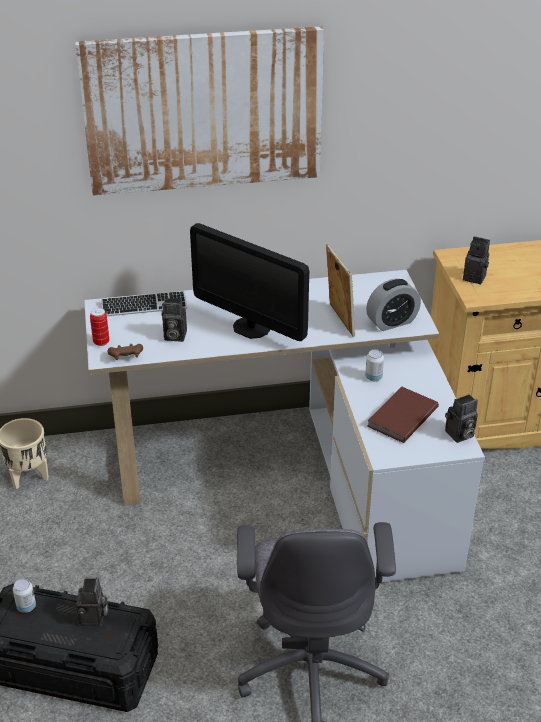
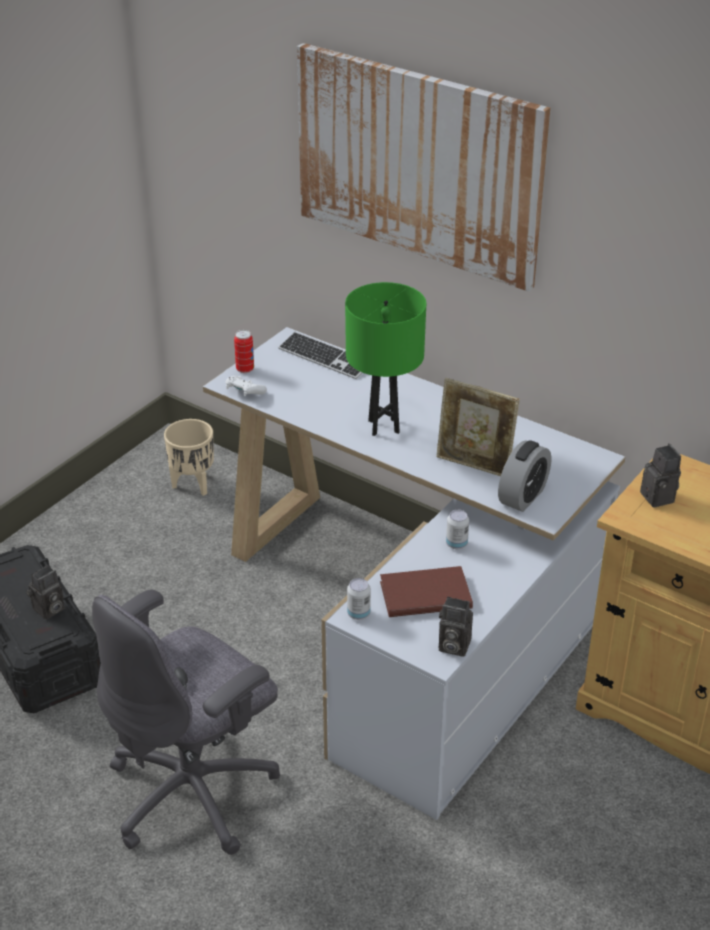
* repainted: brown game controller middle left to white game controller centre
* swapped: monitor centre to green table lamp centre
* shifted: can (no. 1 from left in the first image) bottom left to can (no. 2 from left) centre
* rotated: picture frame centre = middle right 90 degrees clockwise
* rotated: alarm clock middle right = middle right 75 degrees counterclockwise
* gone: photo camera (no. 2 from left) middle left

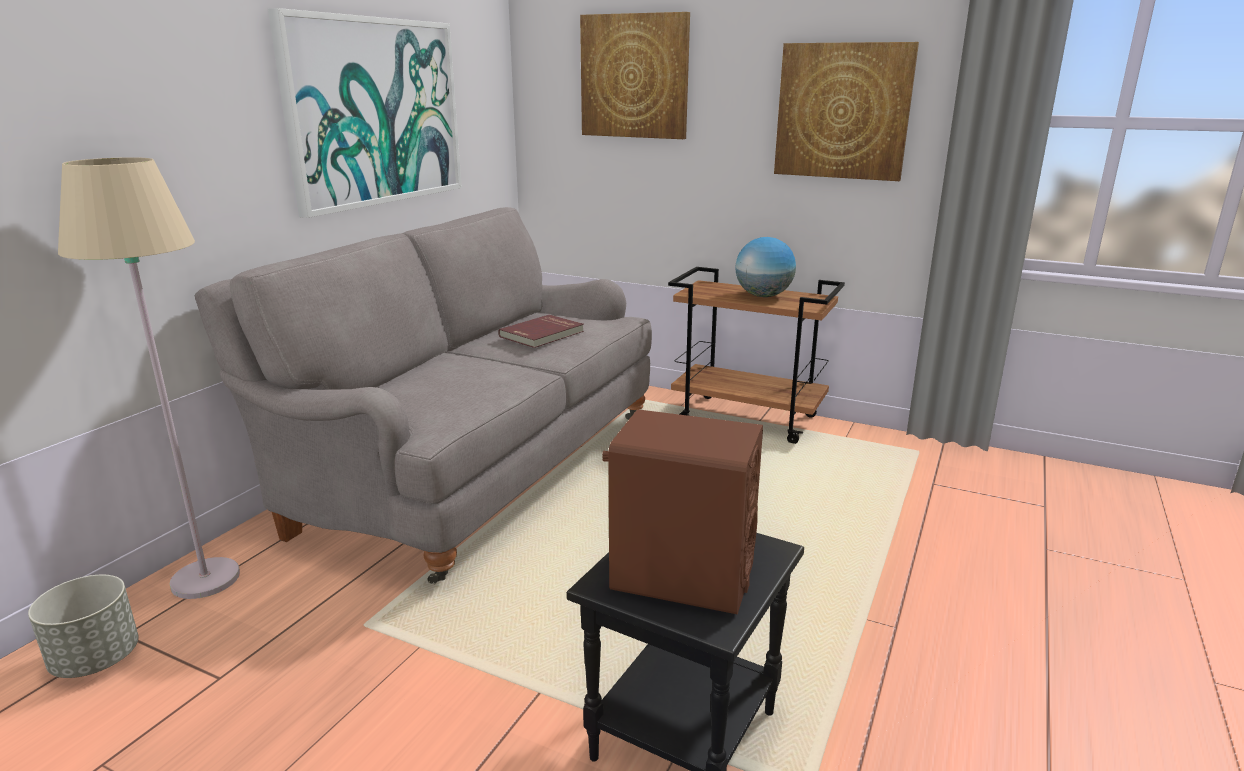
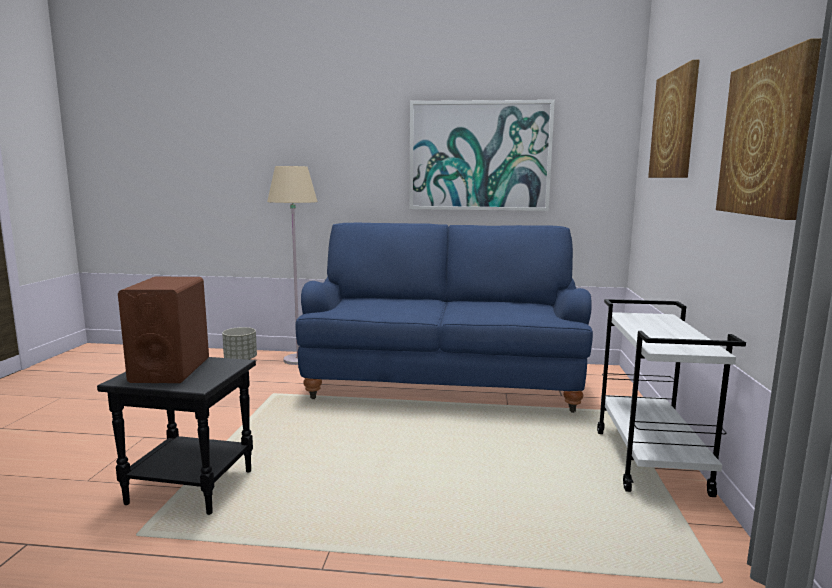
* repainted: grey sofa centre to blue sofa centre
* repainted: brown cart centre to white cart bottom right
* gone: red book centre
* gone: globe centre

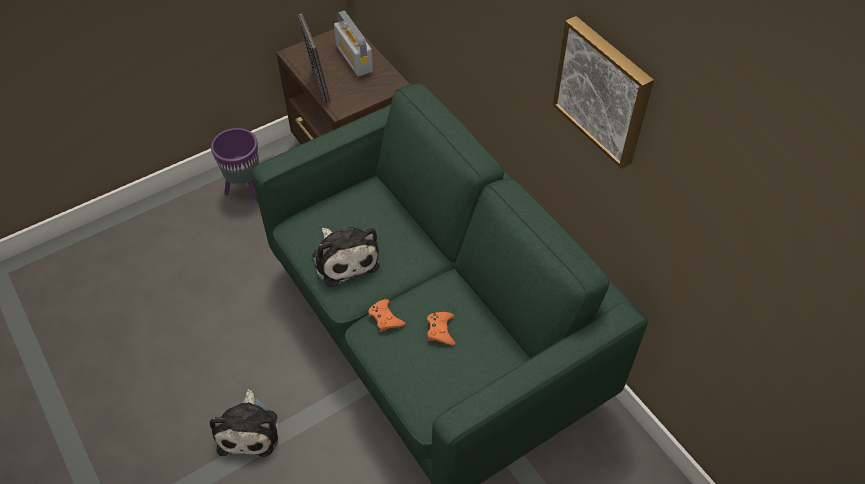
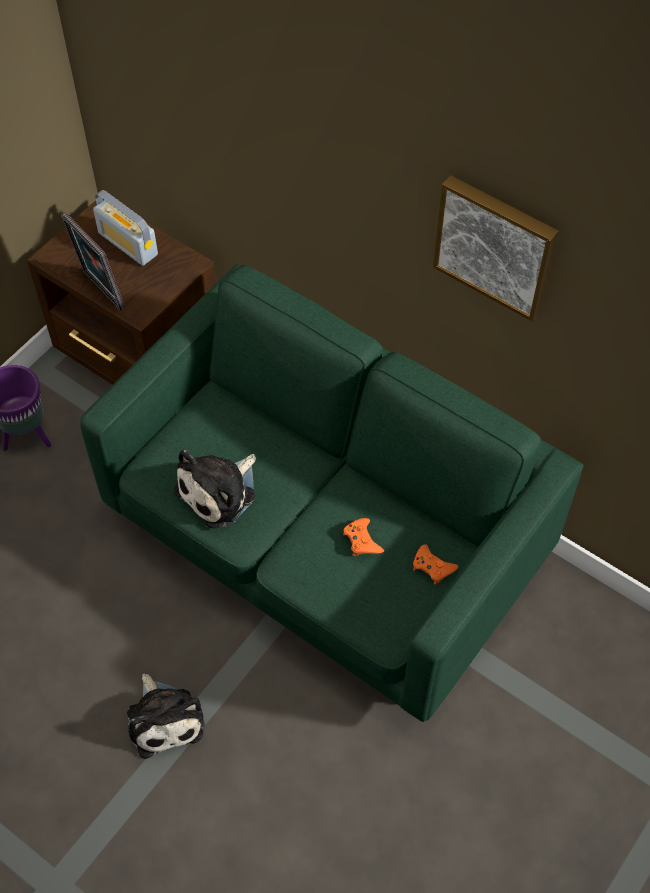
* rotated: plush toy (no. 2 from left) centre = middle left 90 degrees clockwise
* shifted: orange game controller (no. 1 from left in the first image) centre to orange game controller (no. 2 from left) middle right

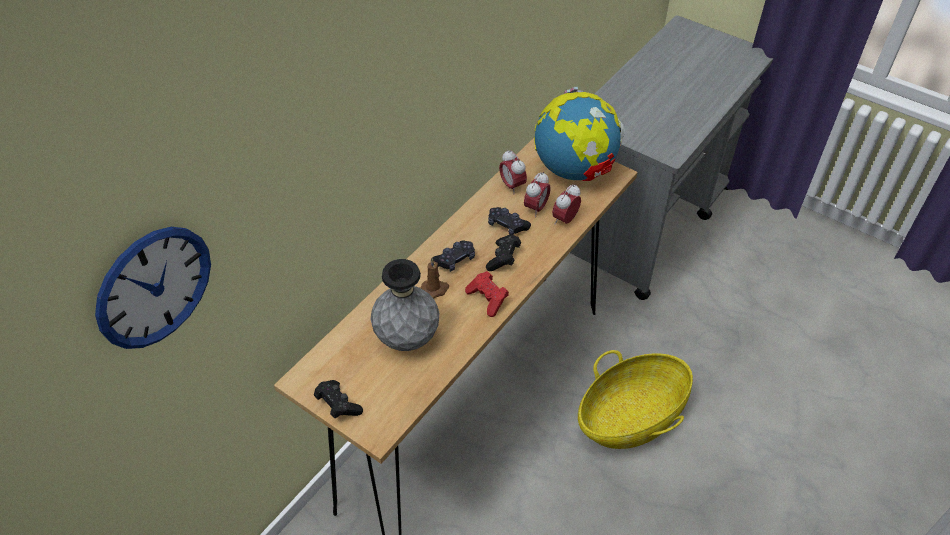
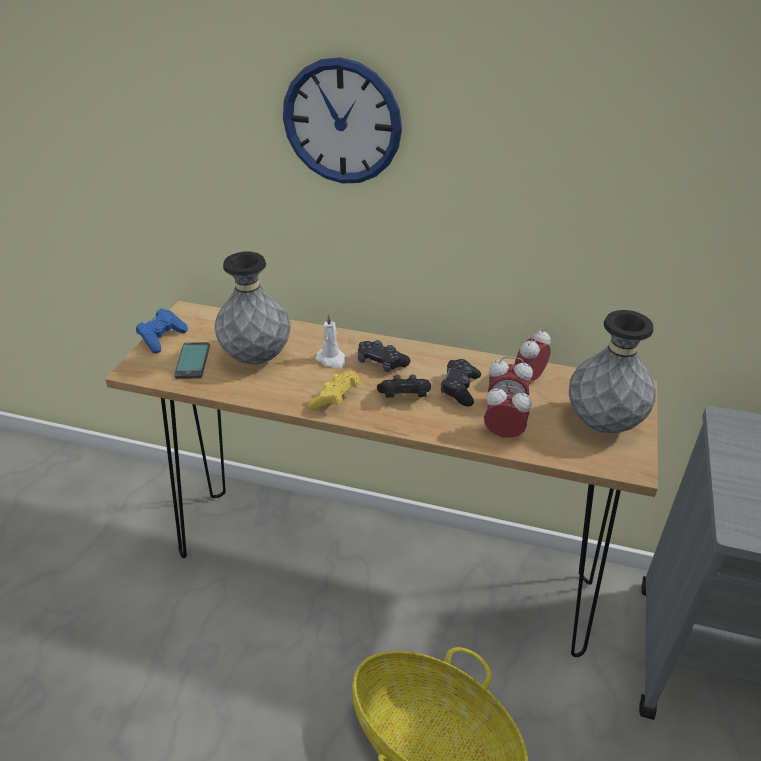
* repainted: black game controller (no. 1 from left) bottom centre to blue game controller middle left
* new: phone middle left
* shifted: wall clock middle left to top centre
* repainted: red game controller centre to yellow game controller centre
* repainted: brown candle centre to white candle centre
* swapped: globe top centre to grey vase (no. 2 from left) middle right

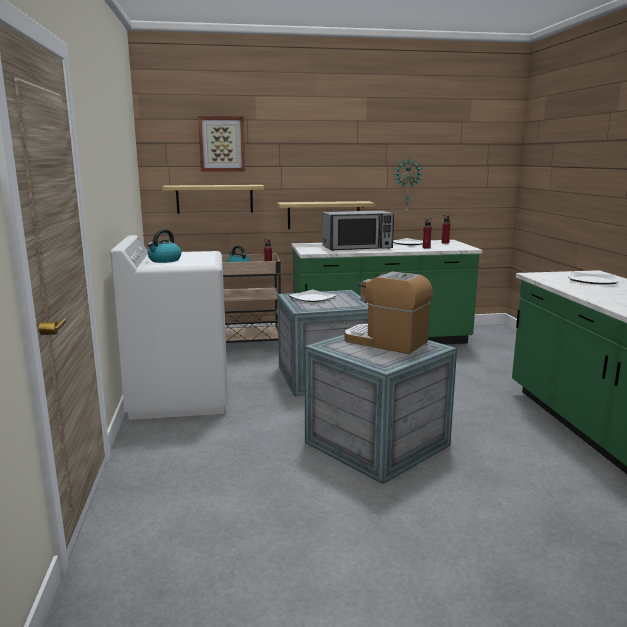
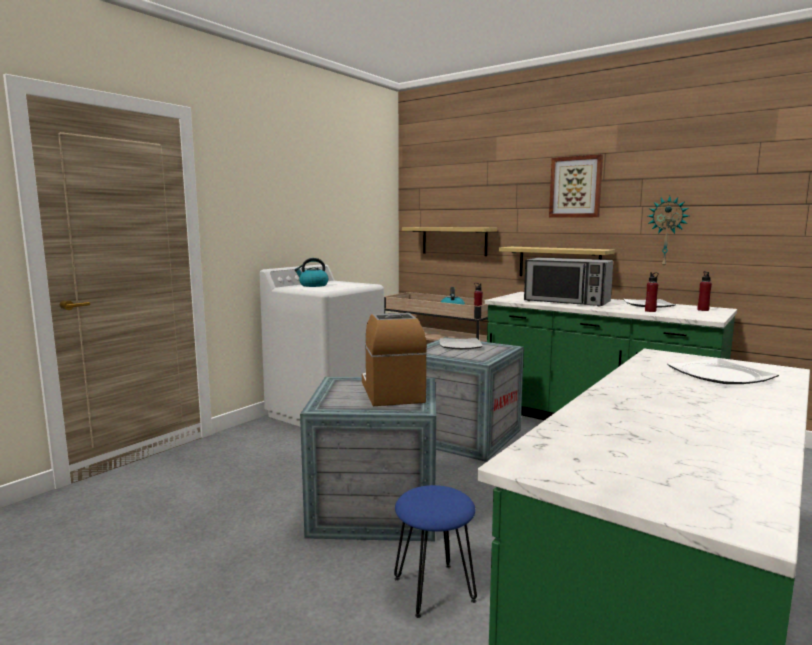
* new: blue stool bottom centre
* shifted: picture top centre to top right

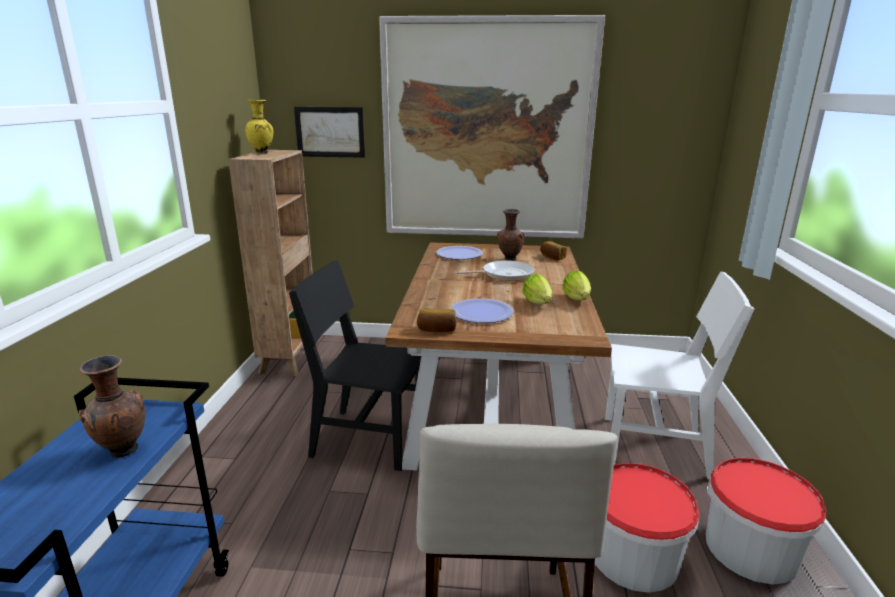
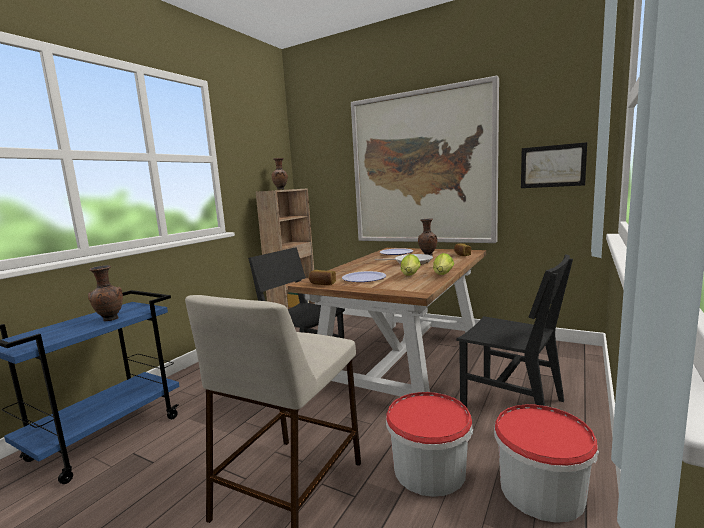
* repainted: yellow vase top left to brown vase (no. 2 from left) top centre
* repainted: white chair middle right to black chair (no. 2 from left) middle right
* shifted: picture (no. 1 from left in the first image) top centre to picture (no. 2 from left) top right

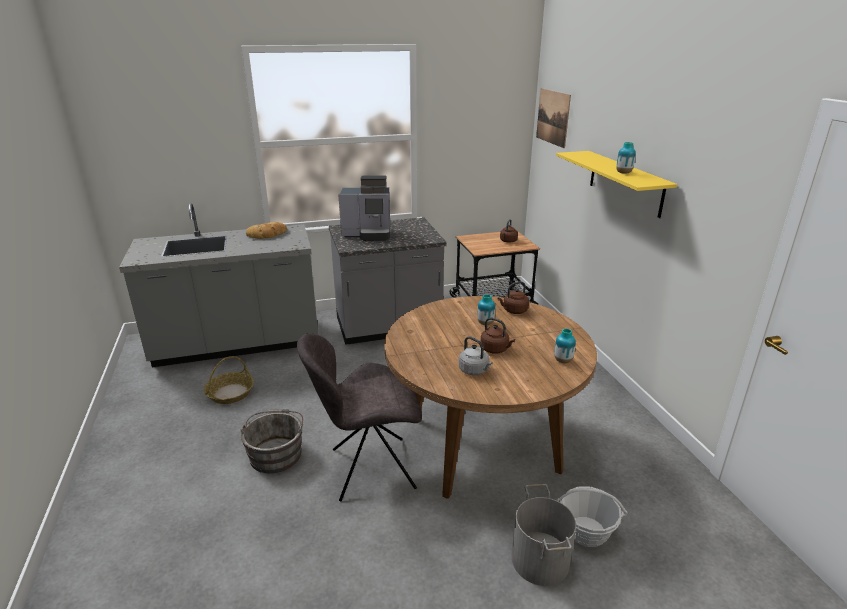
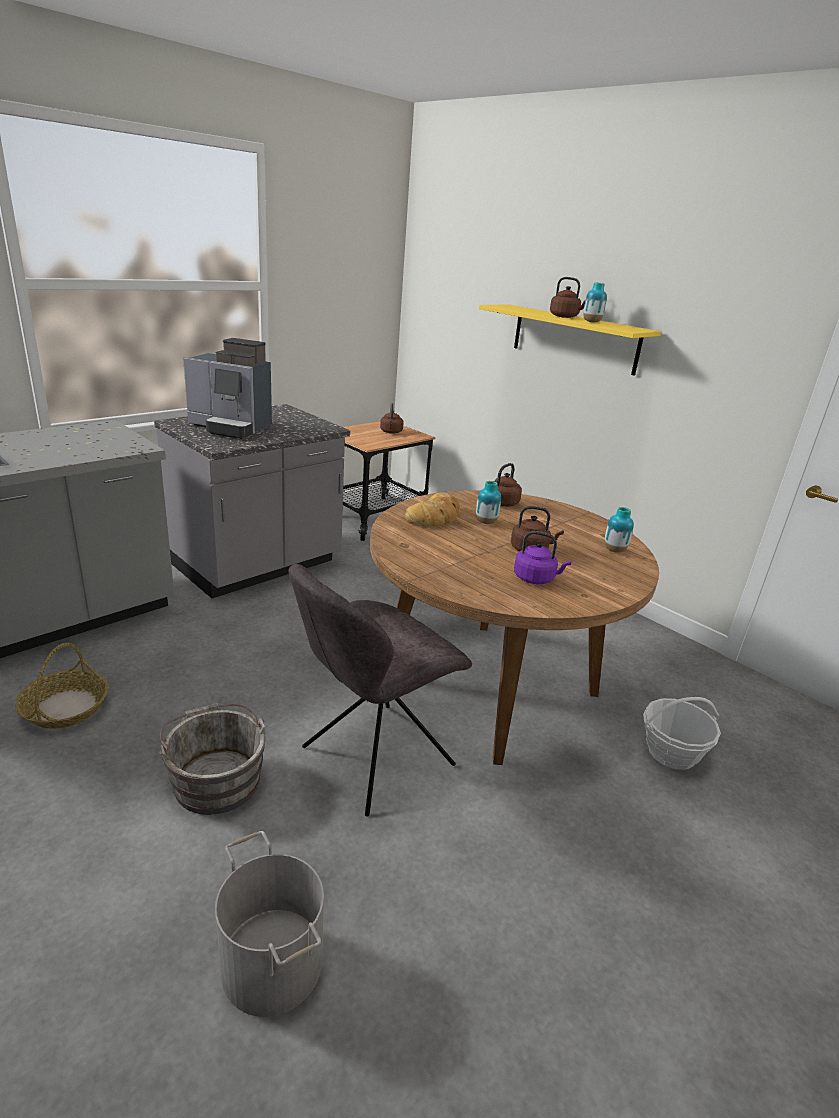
* rotated: coffee machine centre = middle left 45 degrees clockwise
* shifted: grey bucket (no. 2 from left) bottom centre to bottom left
* shifted: bread middle left to centre
* repainted: grey kettle centre to purple kettle centre
* new: brown kettle (no. 4 from left) top right
* gone: picture top centre

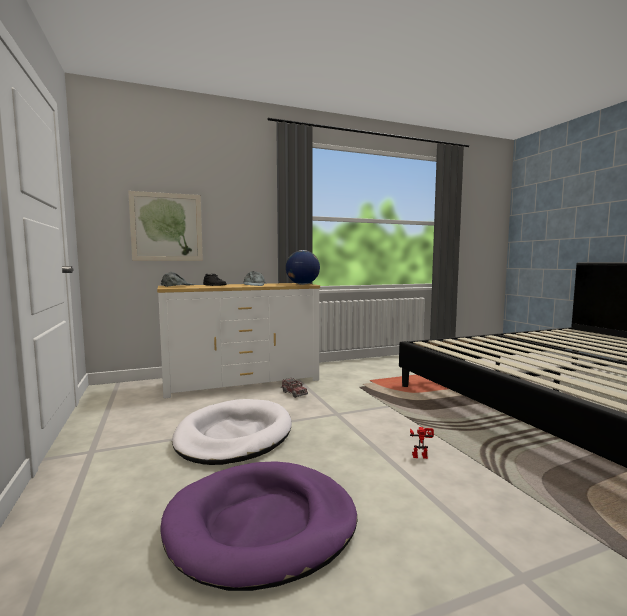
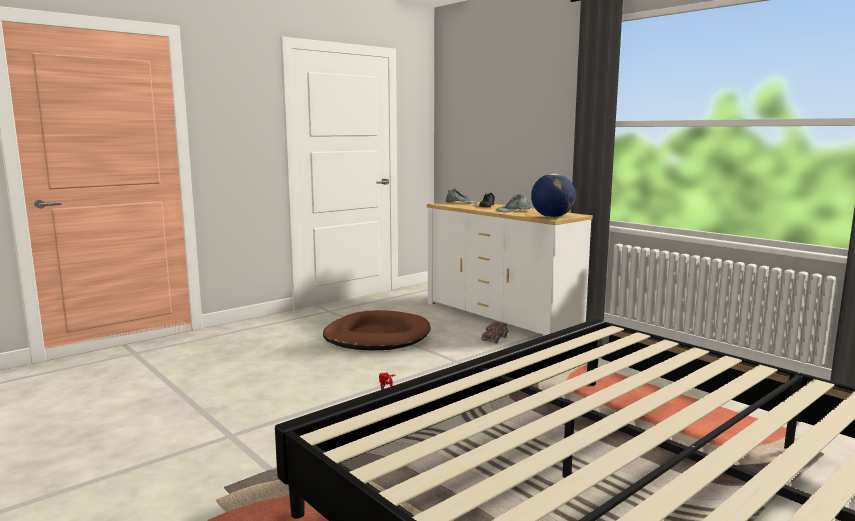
* repainted: white dog bed bottom centre to brown dog bed centre
* gone: picture middle left
* gone: purple dog bed bottom centre

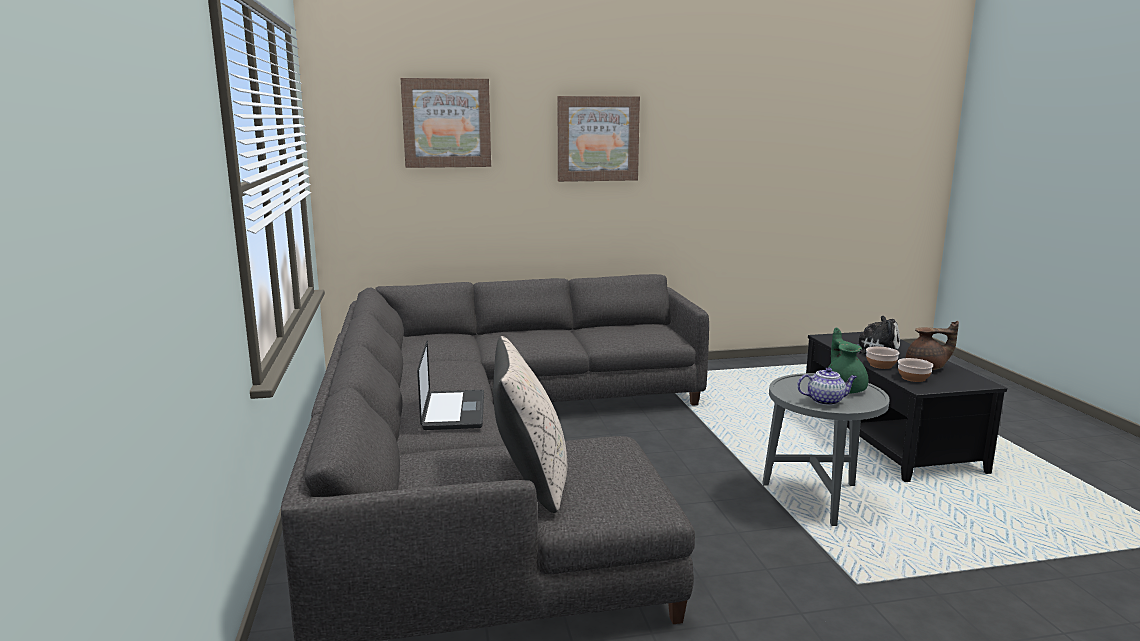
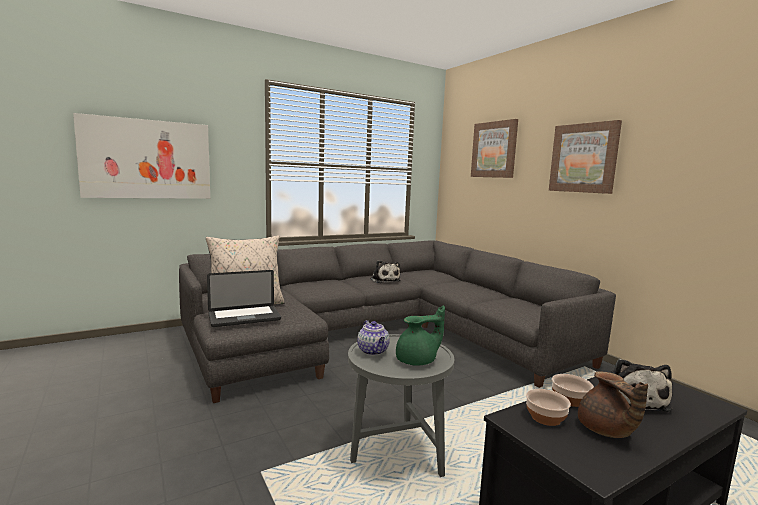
* new: picture (no. 1 from left) top left
* shifted: laptop centre to middle left
* new: plush toy (no. 1 from left) centre

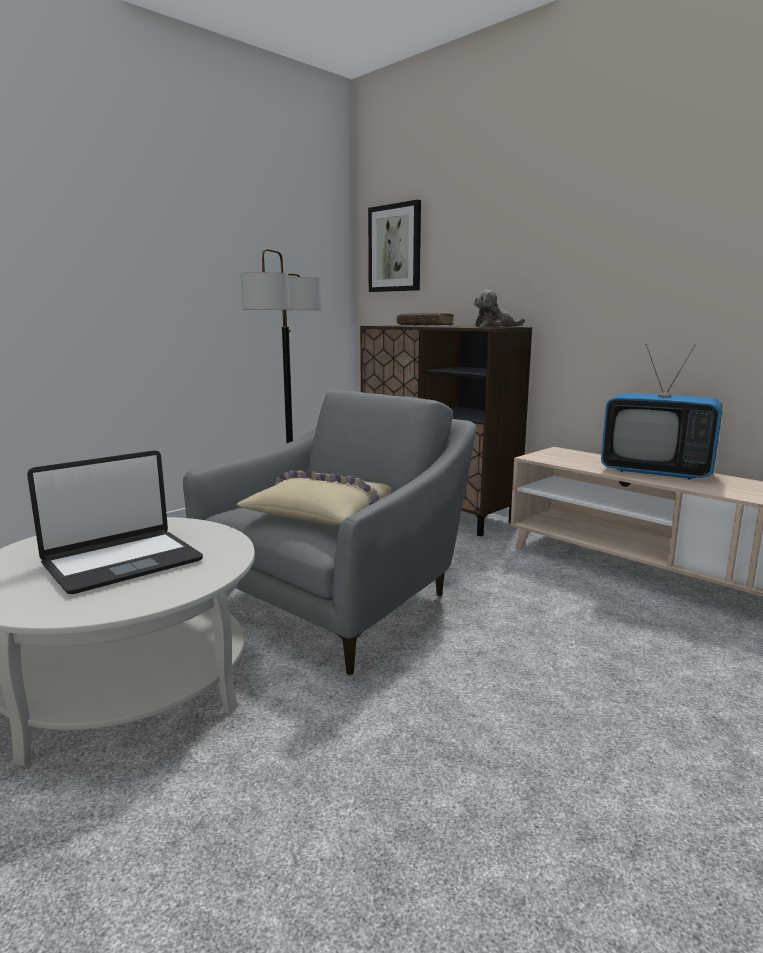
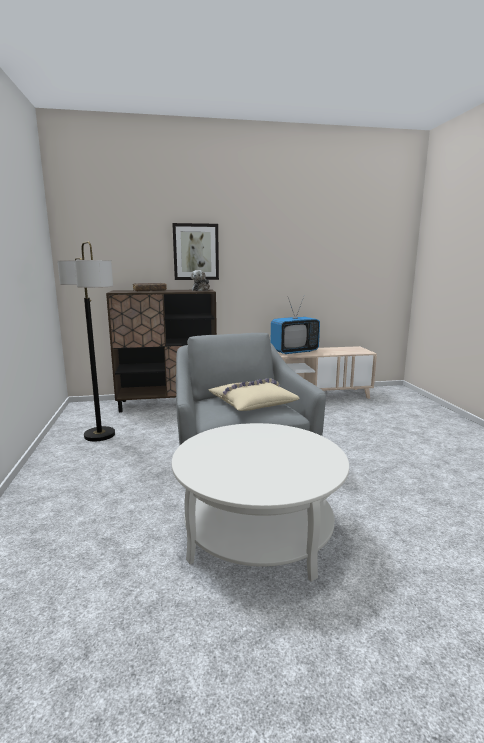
* shifted: picture top centre to centre
* gone: laptop middle left

